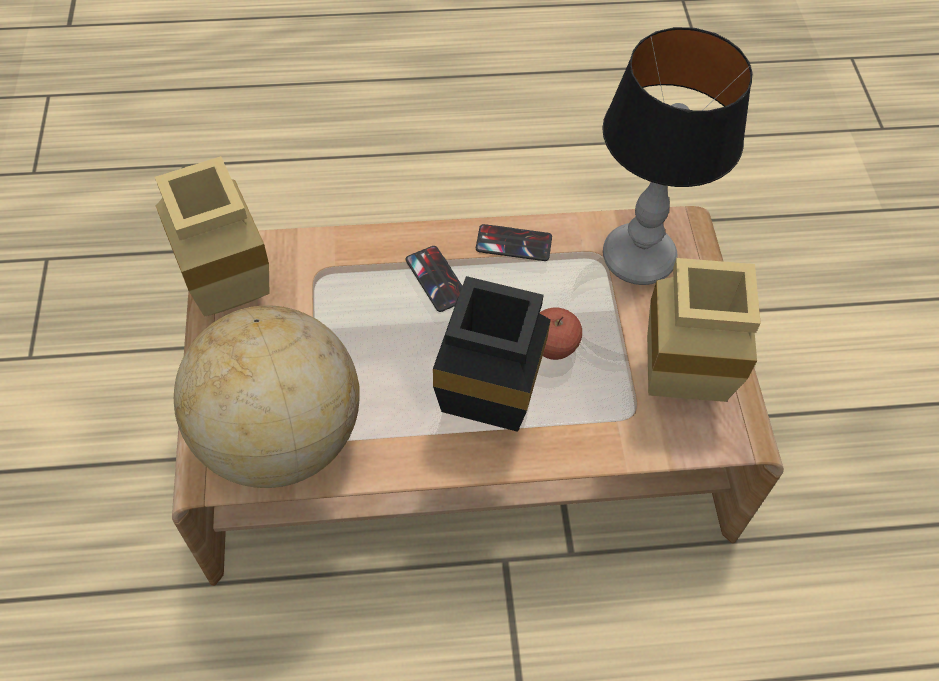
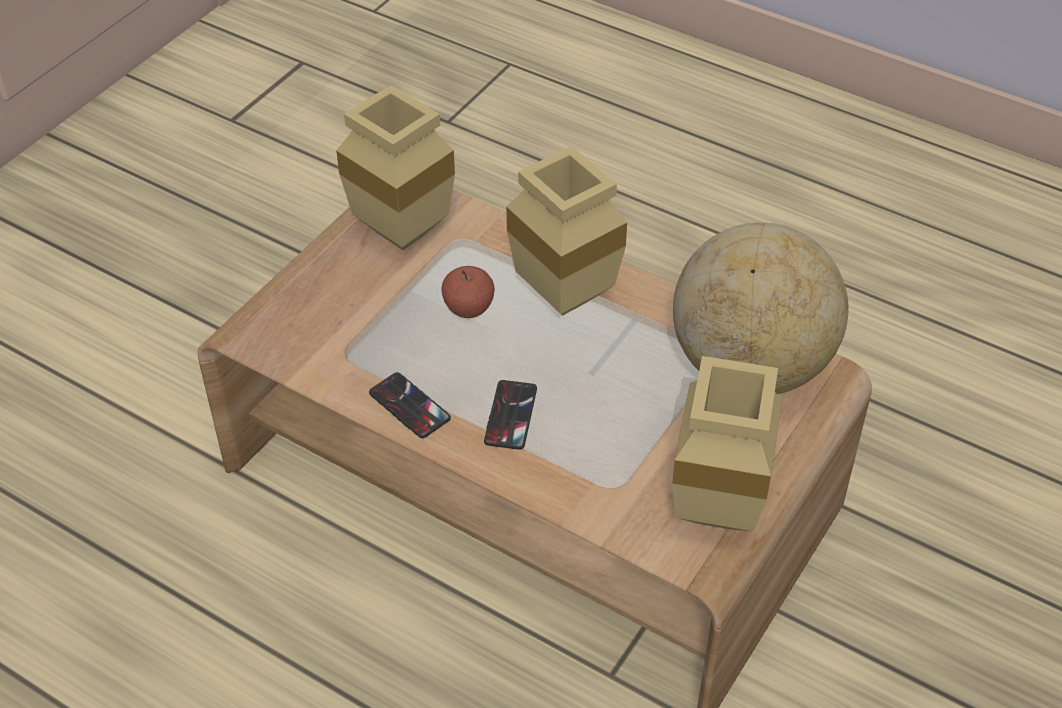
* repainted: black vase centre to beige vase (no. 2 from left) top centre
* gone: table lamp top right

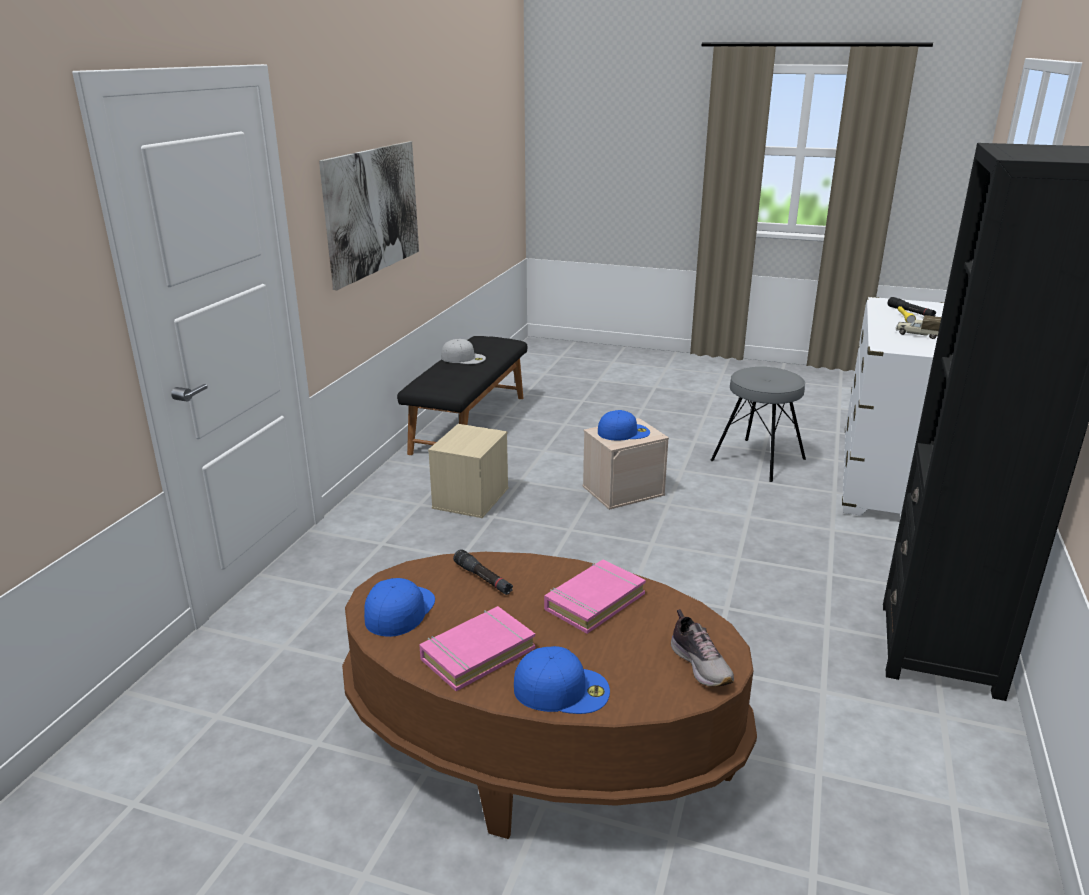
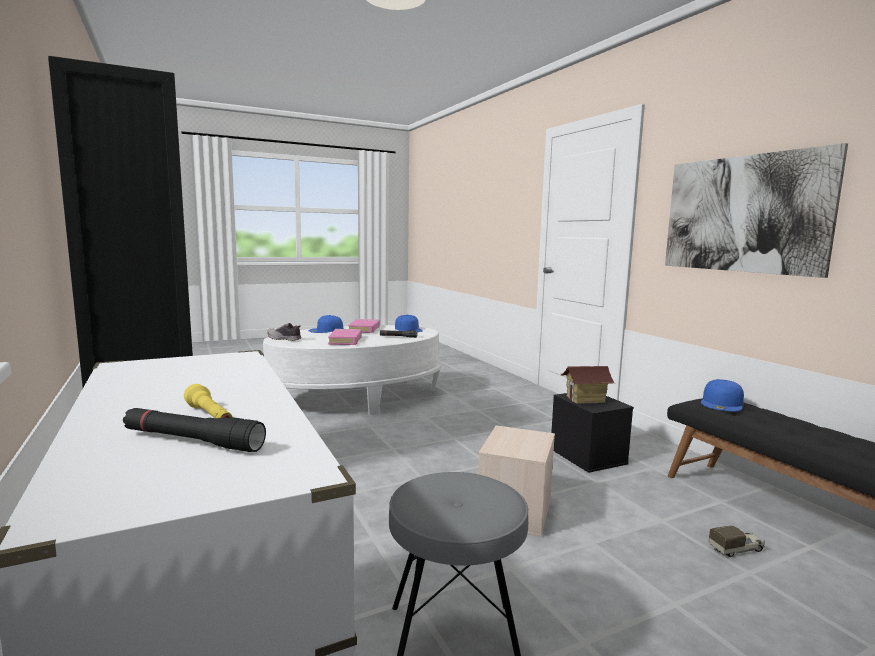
* repainted: brown coffee table bottom centre to white coffee table centre
* repainted: beige storage box (no. 1 from left) centre to black storage box middle right
* new: toy house middle right
* shifted: blue cap (no. 3 from left) centre to middle right
* shifted: toy truck middle right to bottom right
* gone: white cap centre

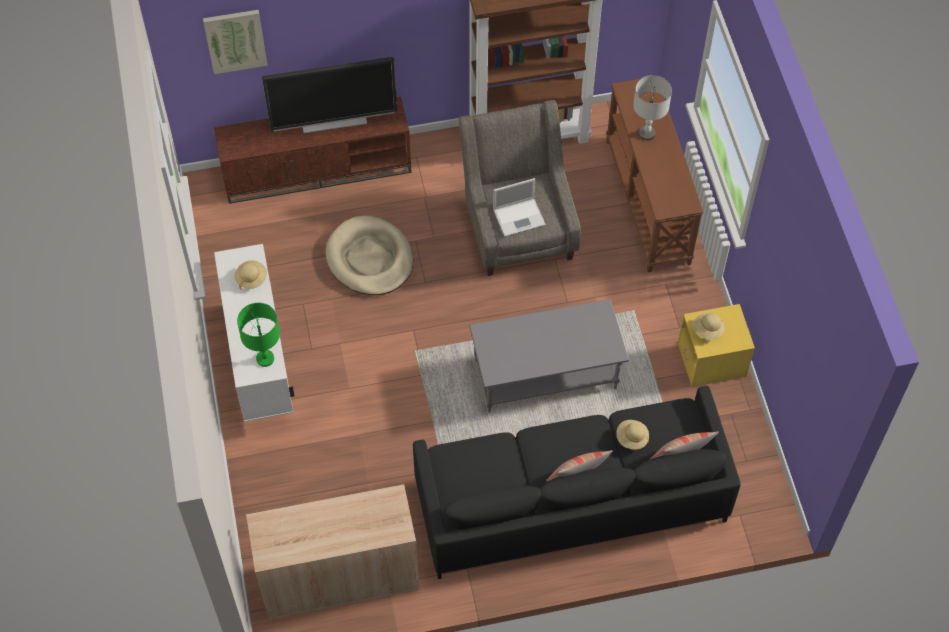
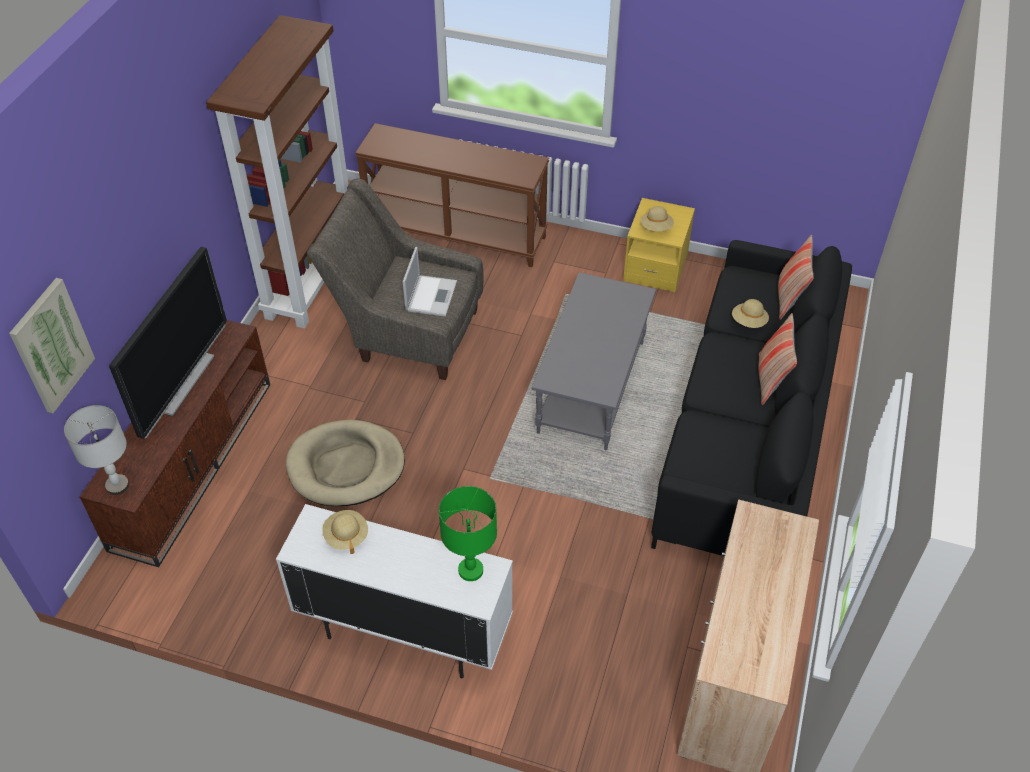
* shifted: grey table lamp top right to middle left

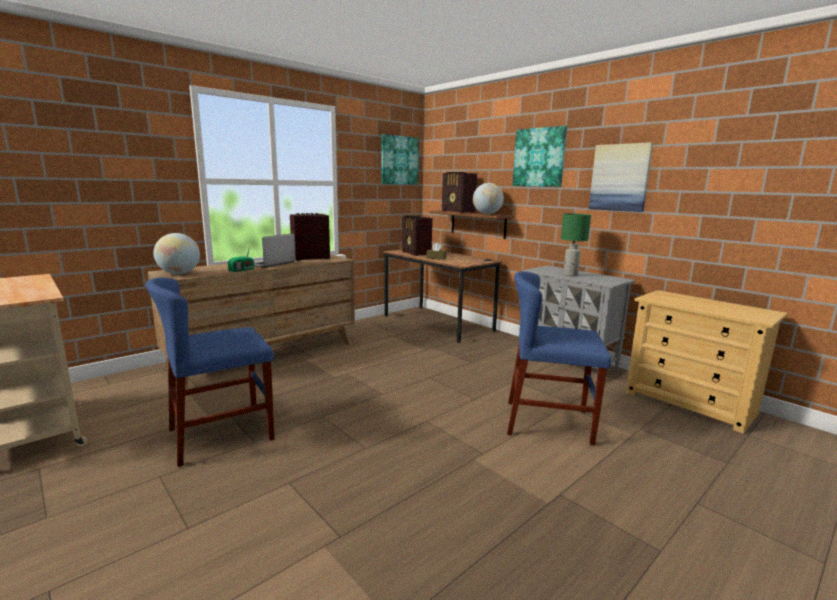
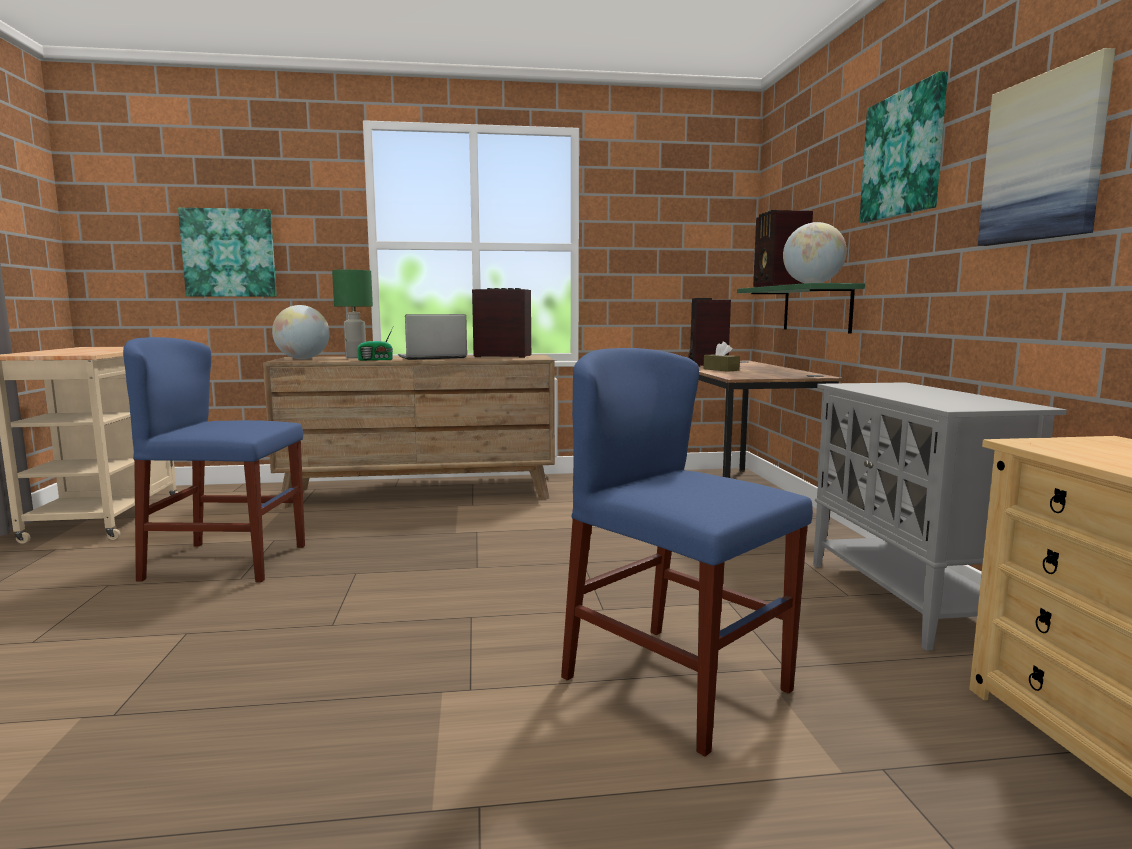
* shifted: picture (no. 1 from left) top centre to top left
* shifted: green table lamp middle right to middle left
* repainted: brown shelf centre to green shelf middle right

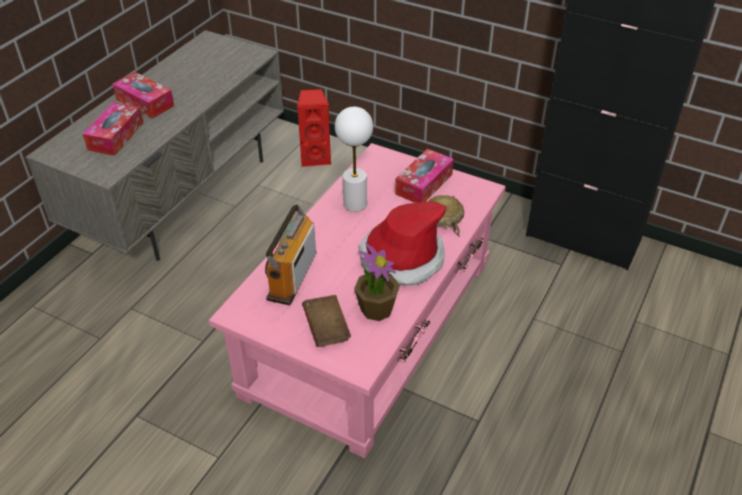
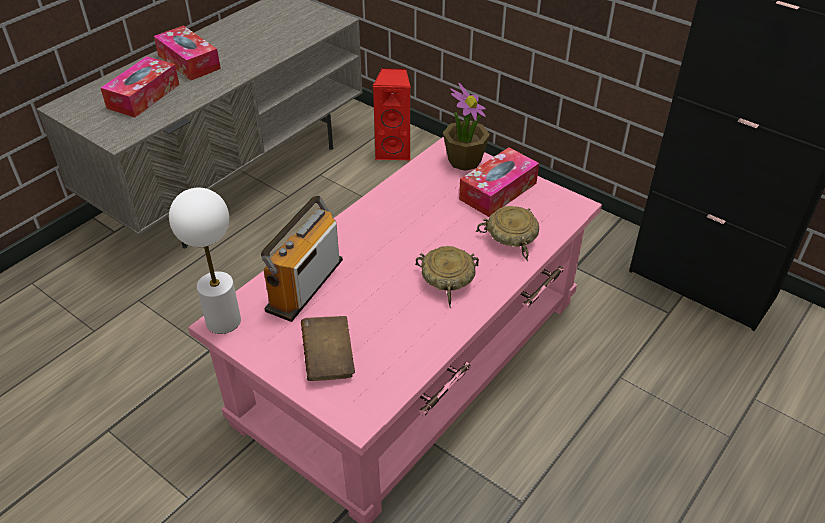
* shifted: white table lamp top centre to middle left
* swapped: hat centre to beige bowl (no. 1 from left) centre
* shifted: potted plant centre to top centre

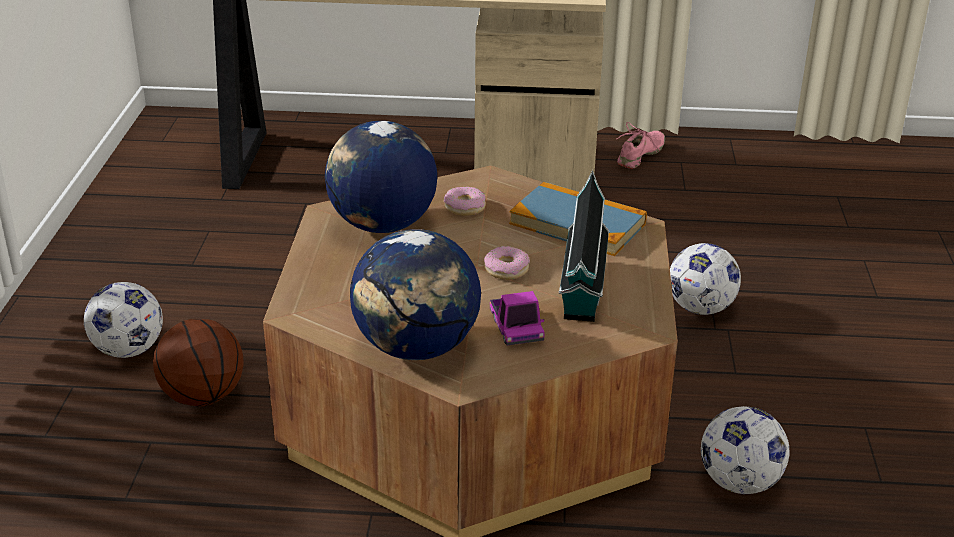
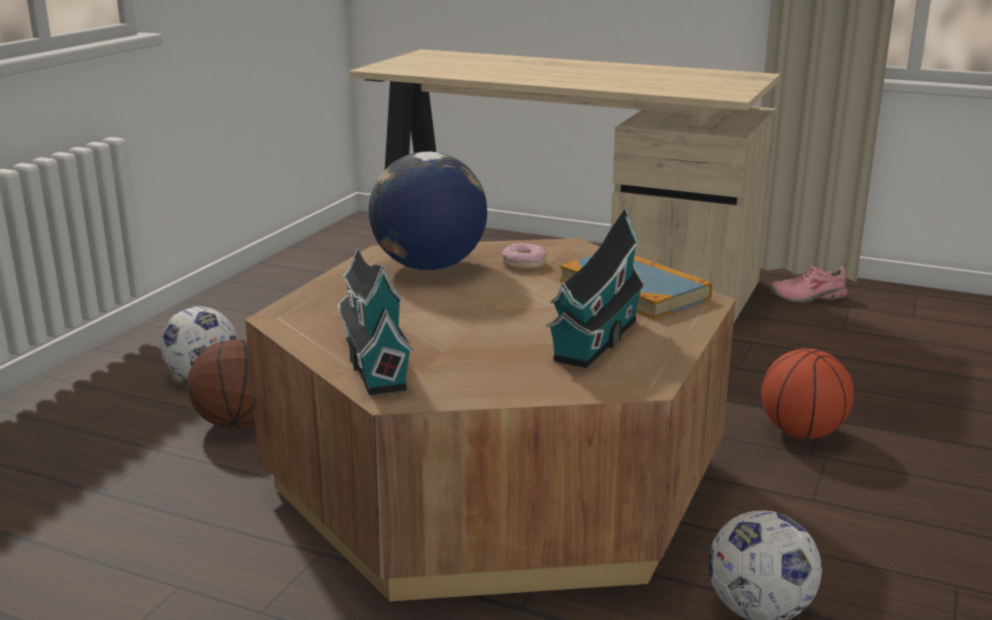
* swapped: globe (no. 2 from left) centre to toy house (no. 1 from left) centre
* swapped: football (no. 2 from left) middle right to basketball (no. 2 from left) middle right
* rotated: pink shoe top right = middle right 150 degrees counterclockwise
* gone: donut (no. 2 from left) centre
* gone: toy truck centre

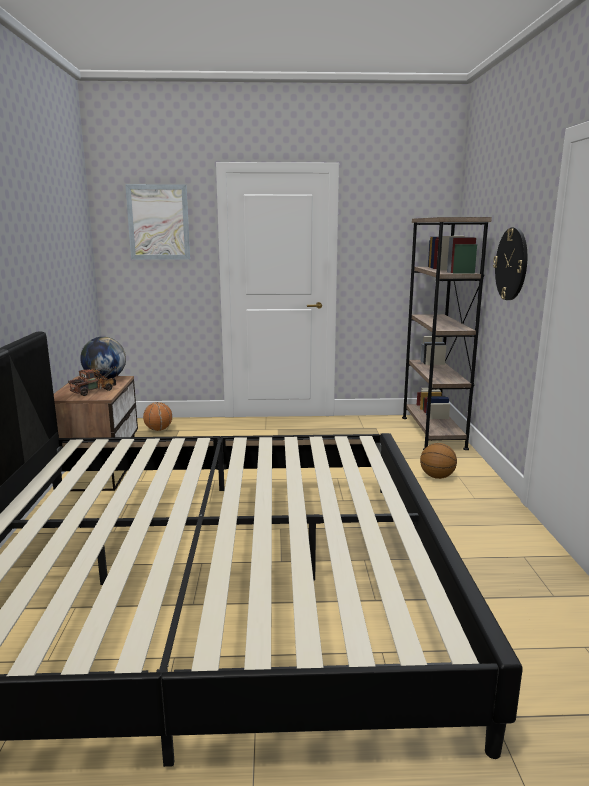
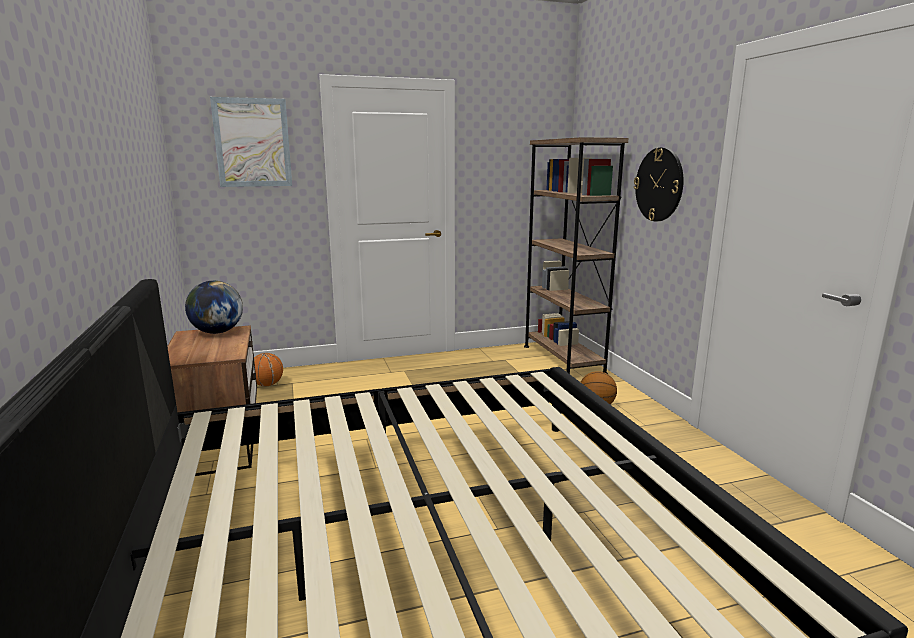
* gone: toy truck middle left

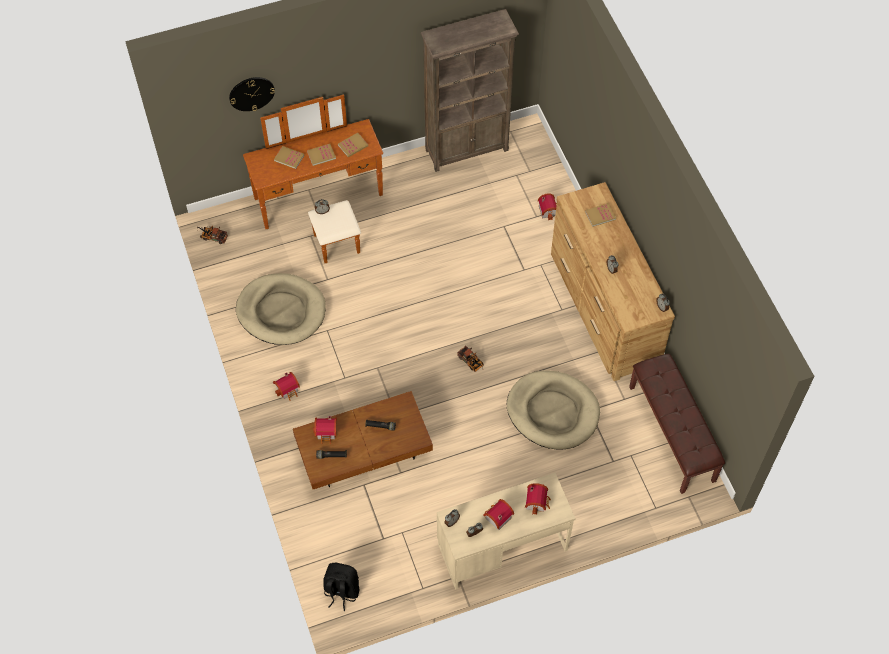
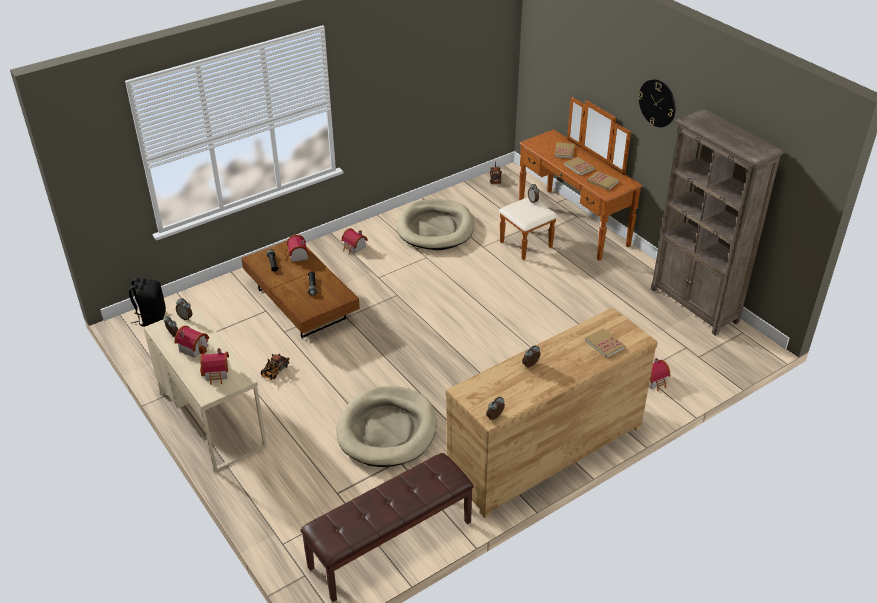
* shifted: toy truck (no. 2 from left in the first image) centre to toy truck (no. 1 from left) middle left
* shifted: wall clock top left to top right

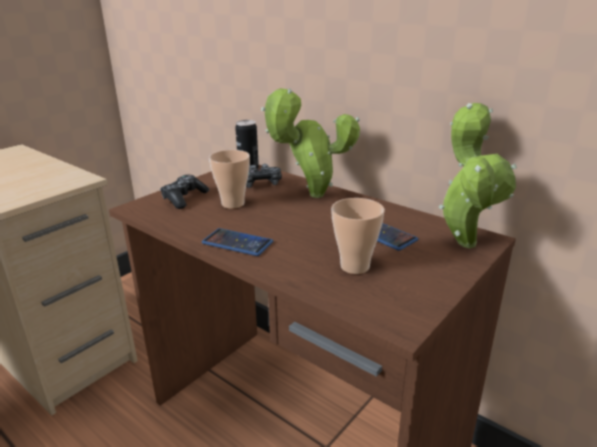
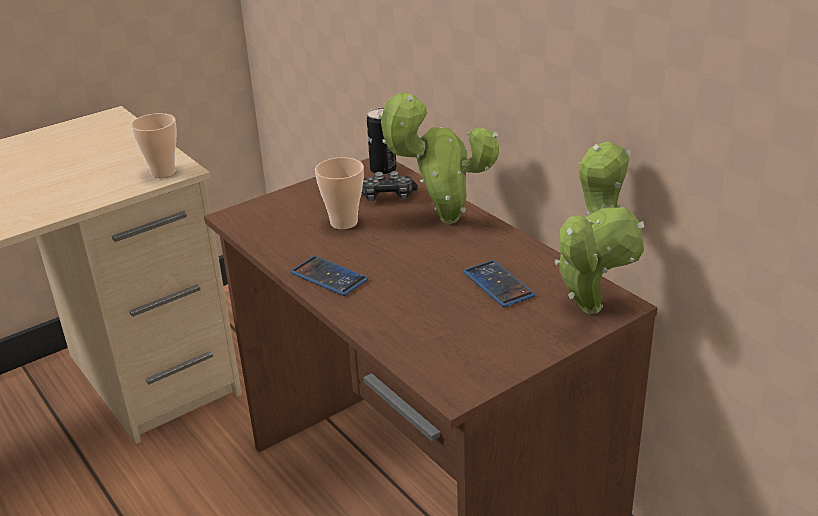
* shifted: cup (no. 2 from left in the first image) centre to cup (no. 1 from left) top left
* gone: game controller (no. 1 from left) middle left

